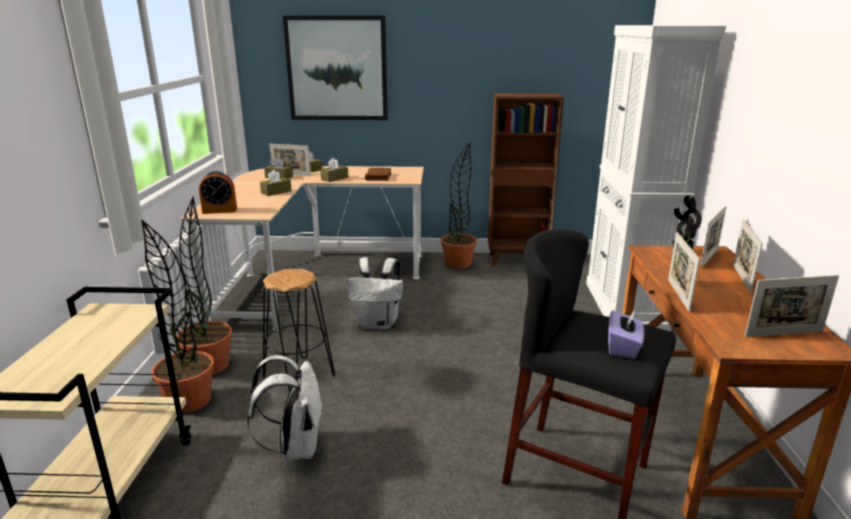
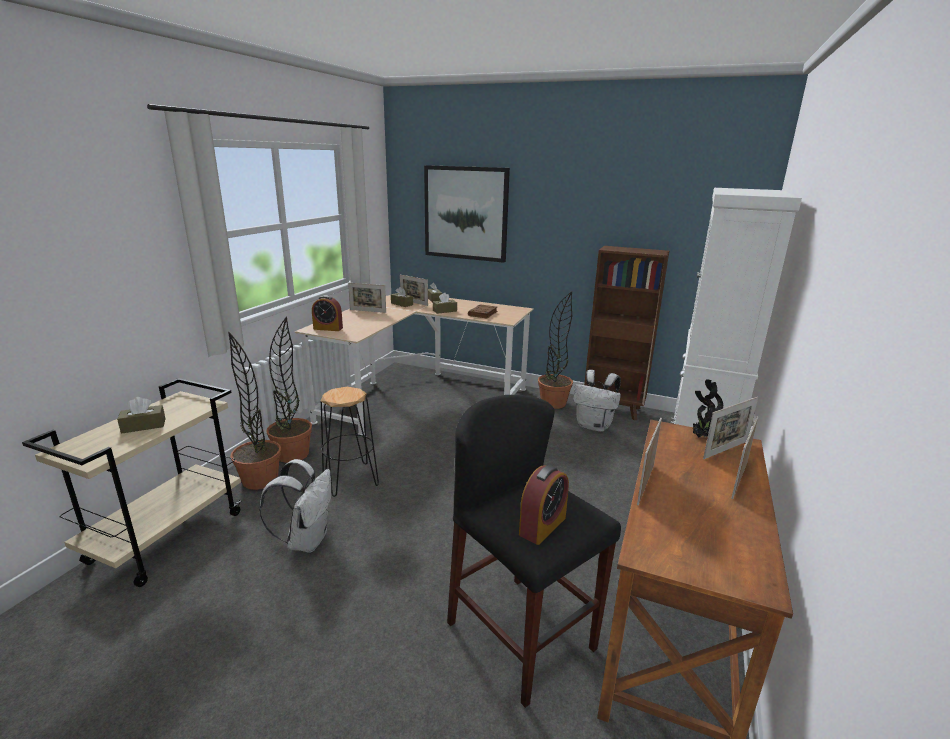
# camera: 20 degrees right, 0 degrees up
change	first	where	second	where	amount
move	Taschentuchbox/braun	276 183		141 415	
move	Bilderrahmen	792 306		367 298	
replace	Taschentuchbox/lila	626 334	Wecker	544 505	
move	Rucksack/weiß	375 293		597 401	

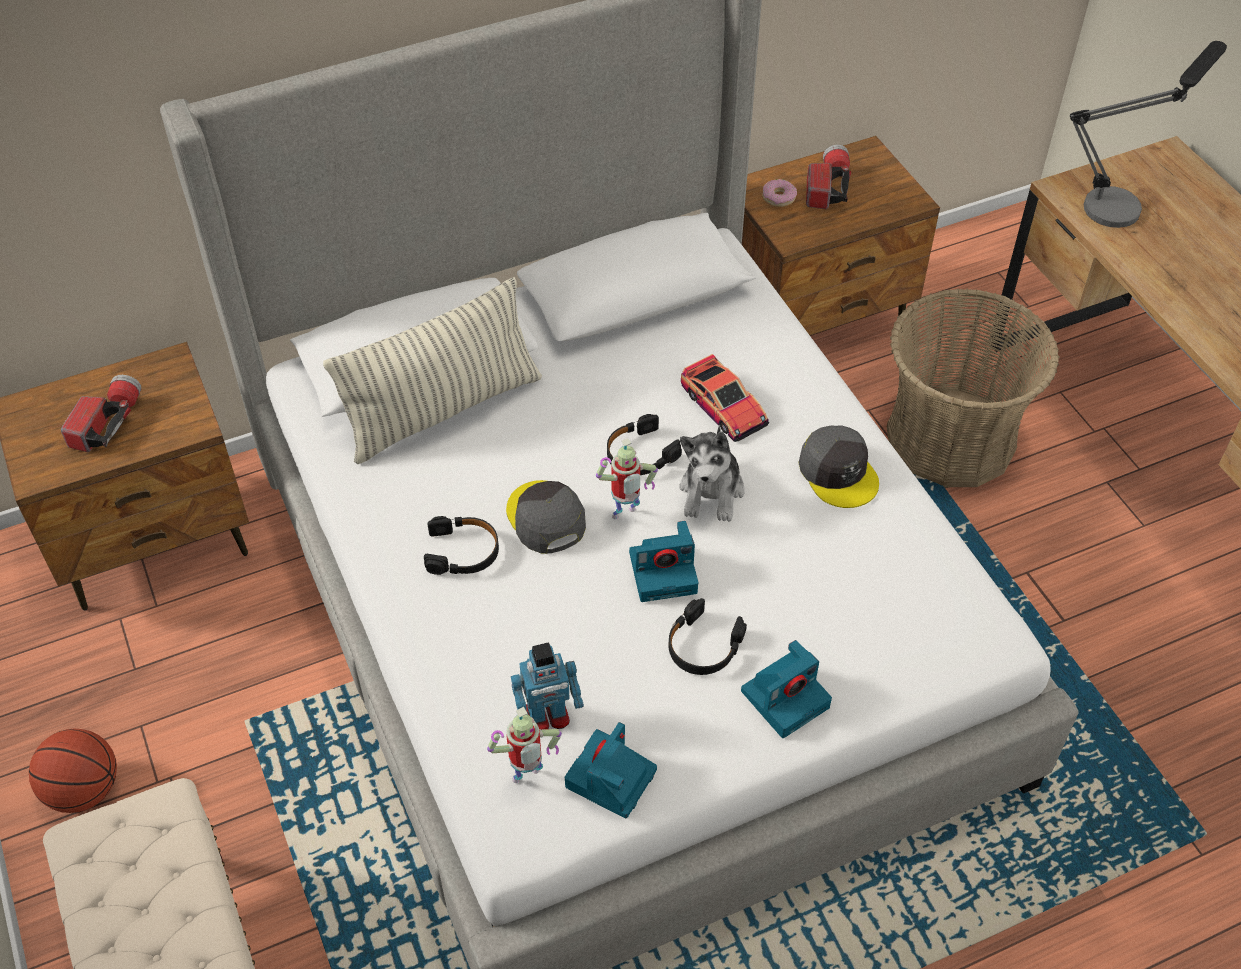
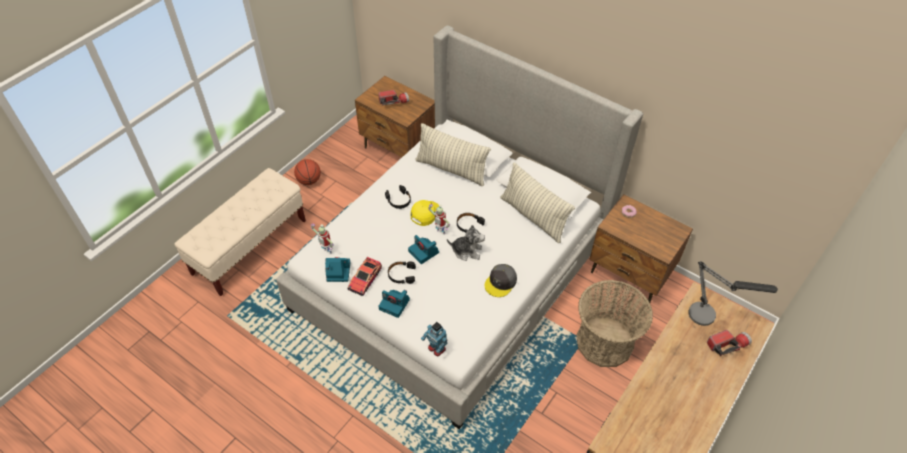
# camera: 60 degrees right, 0 degrees up
change	first	where	second	where	amount
move	Spielzeugauto	725 398		365 276	
recolor	Kappe/grau	546 517	Kappe/gelb	425 213	
move	Spielzeugroboter	547 686		434 339	
rotate	Plüschtier	712 473		466 243	150 degrees counterclockwise
insert			Kissen	538 203	
move	Taschenlampe	828 177		729 343	

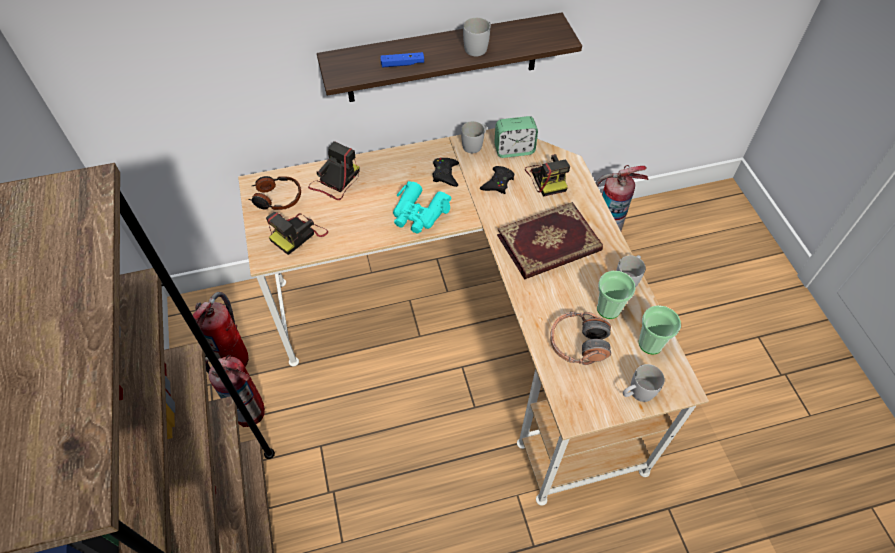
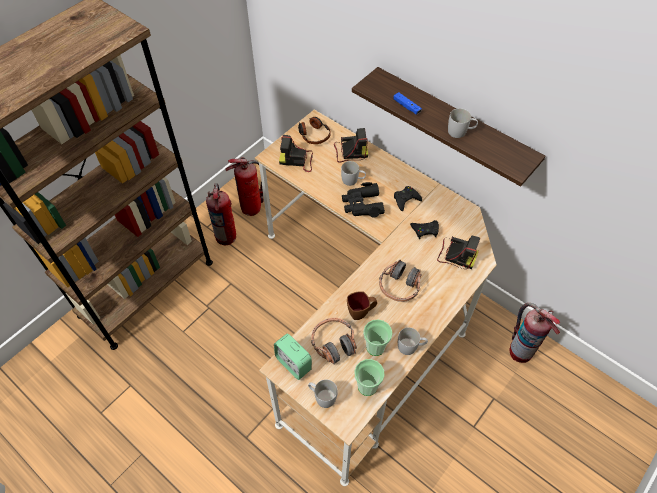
# camera: 55 degrees right, 0 degrees up
change	first	where	second	where	amount
move	Wecker	516 137		293 356	
move	Henkelbecher/weiß	474 137		353 173	
recolor	Fernglas/türkis	422 207	Fernglas/schwarz	363 200	
insert			Henkelbecher/braun	362 305	
replace	Buch	550 240	Kopfhörer	400 281	
rotate	Kamera	547 175		458 252	105 degrees counterclockwise

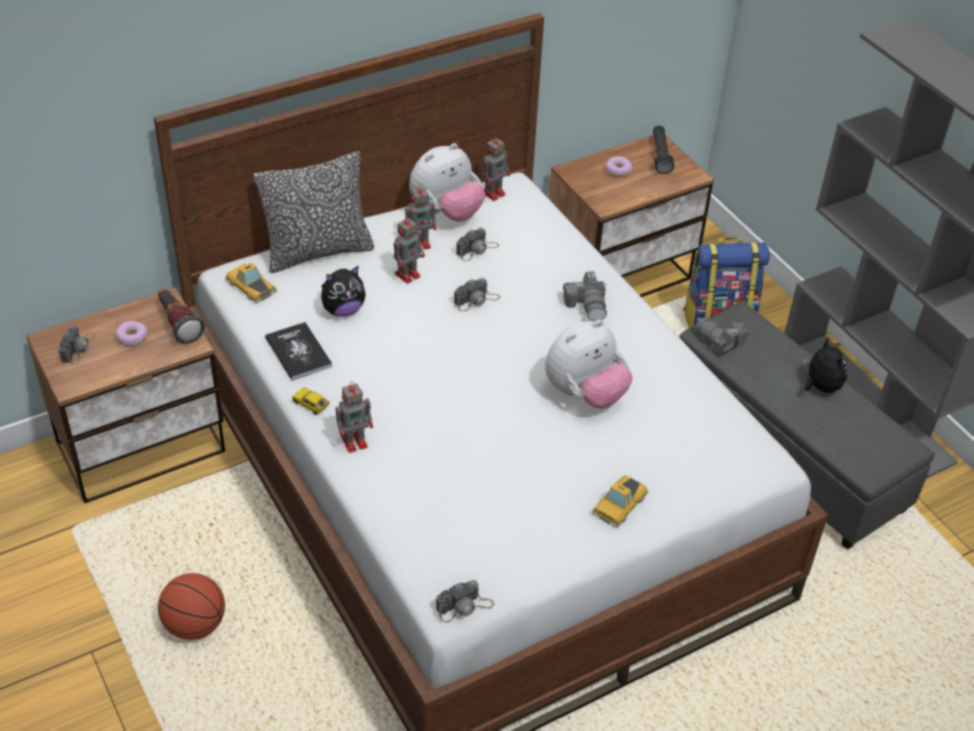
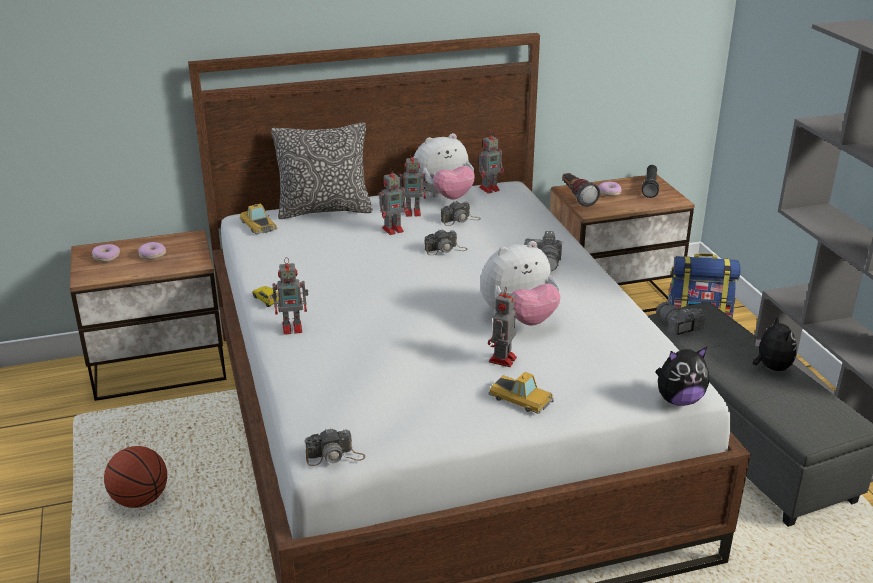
# camera: 15 degrees right, 15 degrees down
change	first	where	second	where	amount
replace	Kamera	77 345	Donut	106 253	
insert			Spielzeugroboter	502 327	
rotate	Spielzeugauto	620 501		521 393	105 degrees counterclockwise
move	Taschenlampe	181 316		581 190	
move	Plüschtier	343 291		682 376	
delete	Buch	298 351			

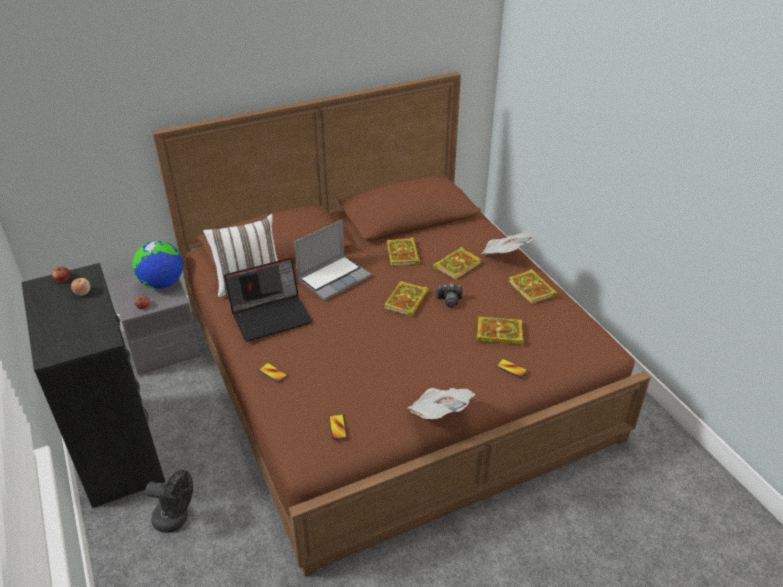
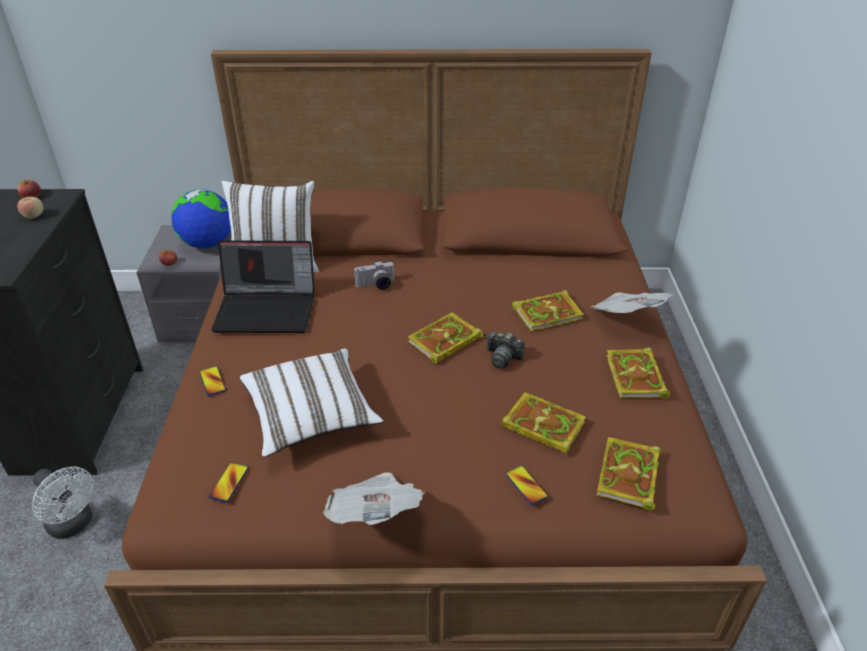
# camera: 25 degrees right, 0 degrees up
change	first	where	second	where	amount
recolor	Ventilator/schwarz	169 501	Ventilator/weiß	63 502	
insert			Kissen/weiß	311 402	
replace	Laptop	332 260	Kamera	374 275	
move	Buch	404 251		629 473	

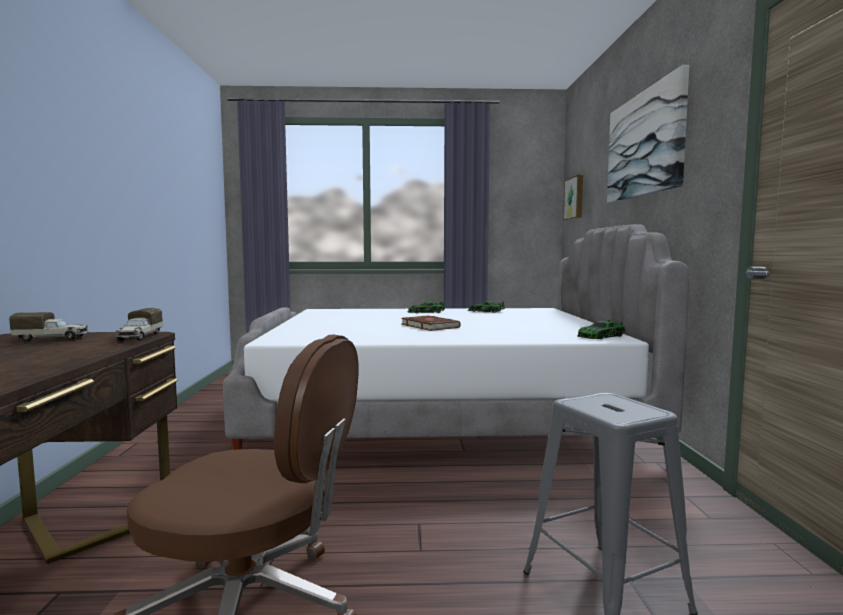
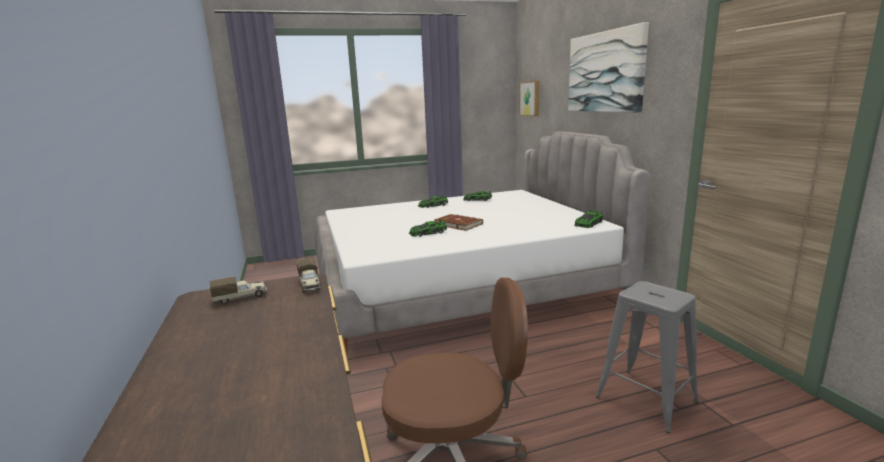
# camera: 15 degrees left, 10 degrees up
change	first	where	second	where	amount
insert			Spielzeugauto	428 228	

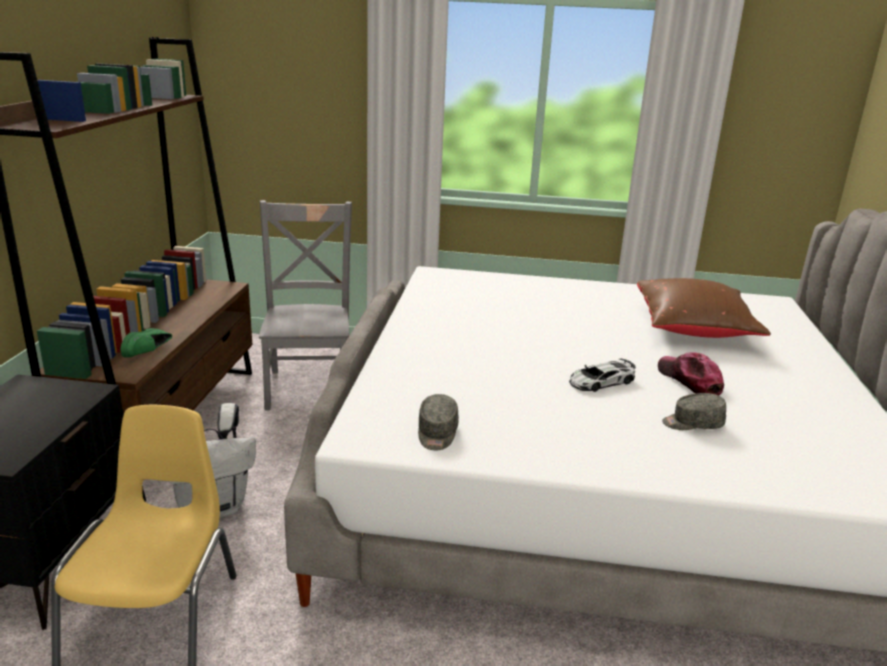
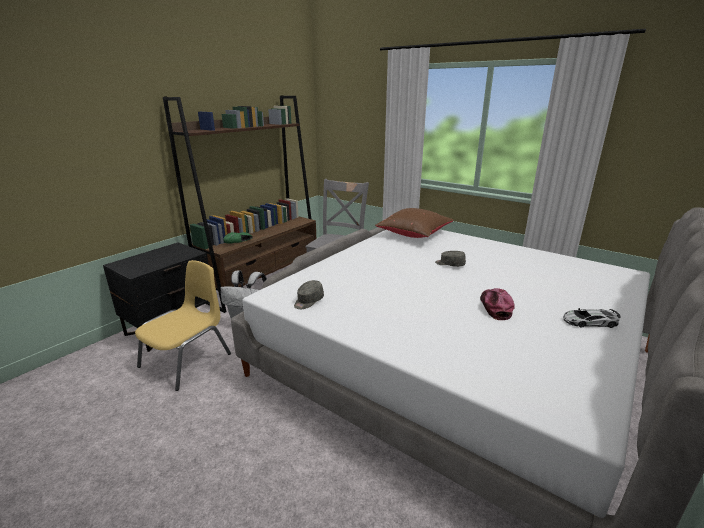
# camera: 30 degrees right, 0 degrees up
change	first	where	second	where	amount
move	Kissen/braun	704 308		414 223	
move	Kappe/grau	694 411		450 259	
move	Spielzeugauto	602 375		592 318	

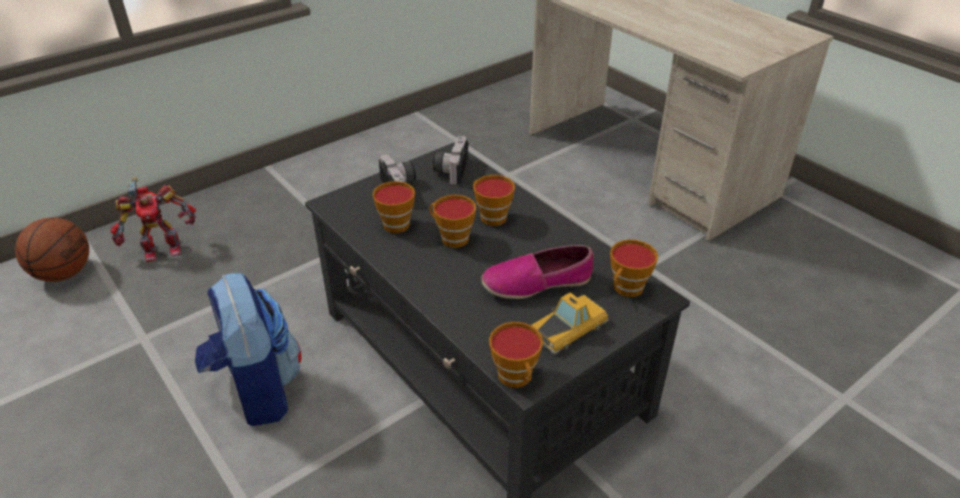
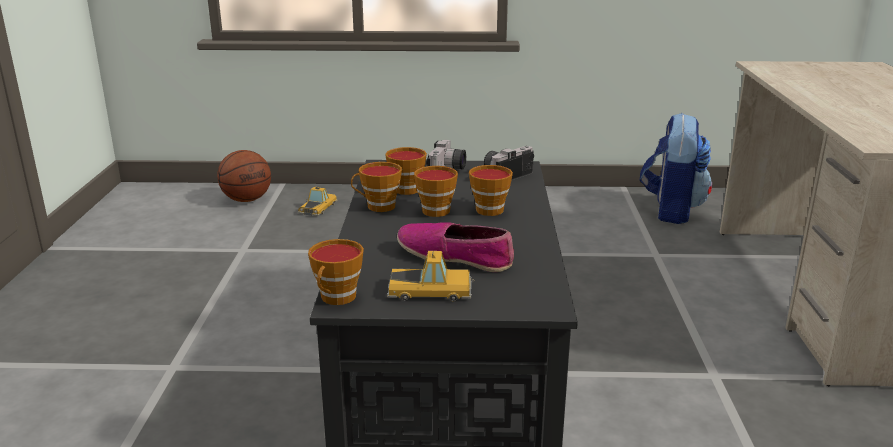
# camera: 40 degrees right, 15 degrees down
change	first	where	second	where	amount
replace	Spielzeugroboter	153 219	Spielzeugauto	317 201	
move	Tasse	634 268		376 187	
move	Rucksack	248 349		676 168	

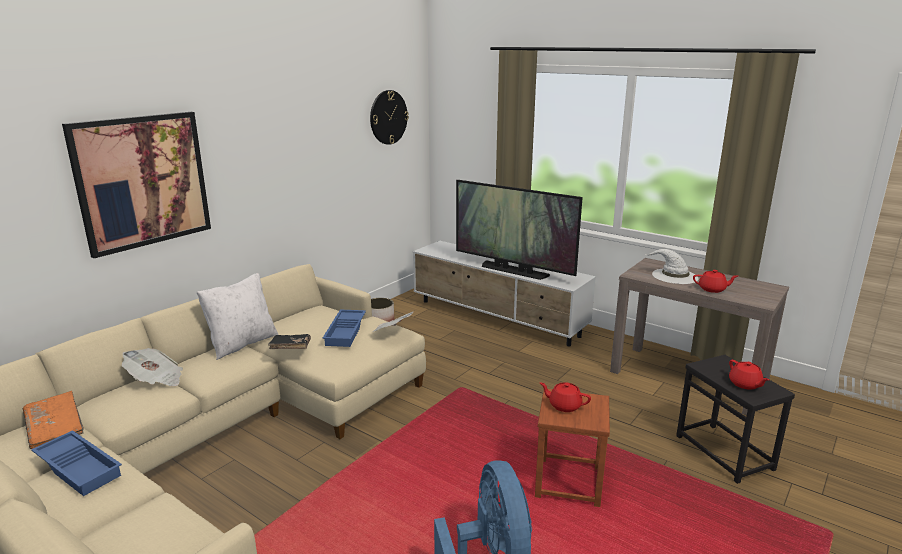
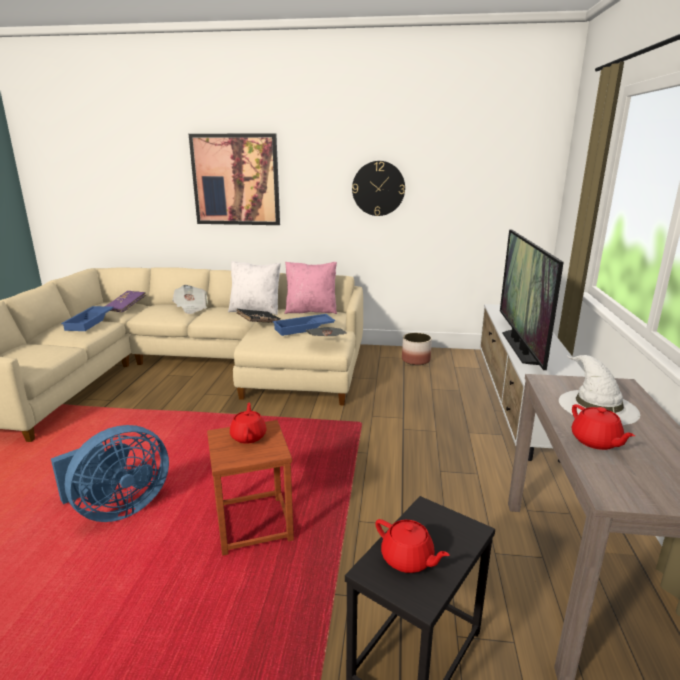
# camera: 60 degrees right, 0 degrees up
change	first	where	second	where	amount
recolor	Buch/orange	53 420	Buch/lila	126 302	
insert			Kissen/rosa	310 287	
move	Wanduhr	389 117		378 188	
rotate	Teekanne/rot	749 375		413 546	90 degrees counterclockwise

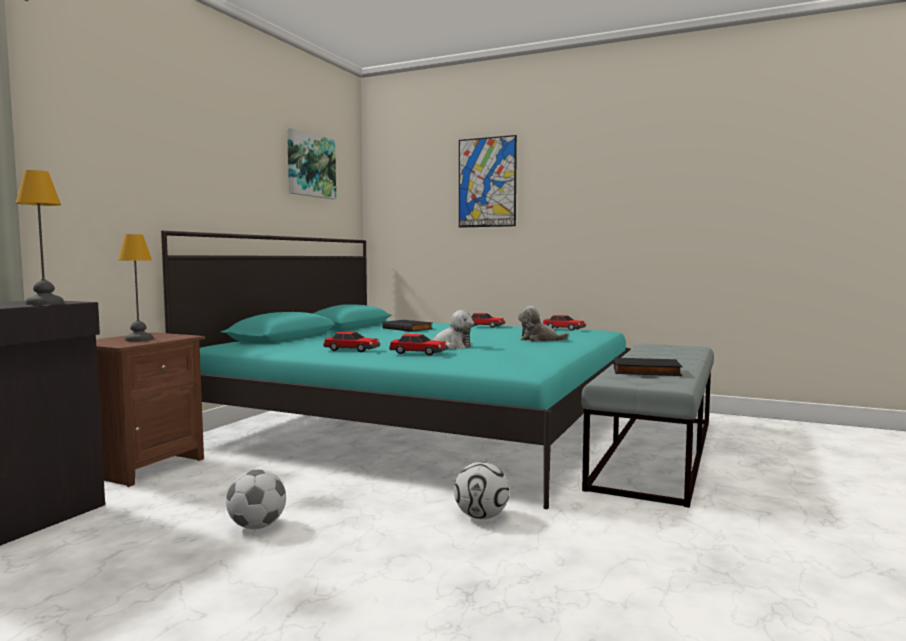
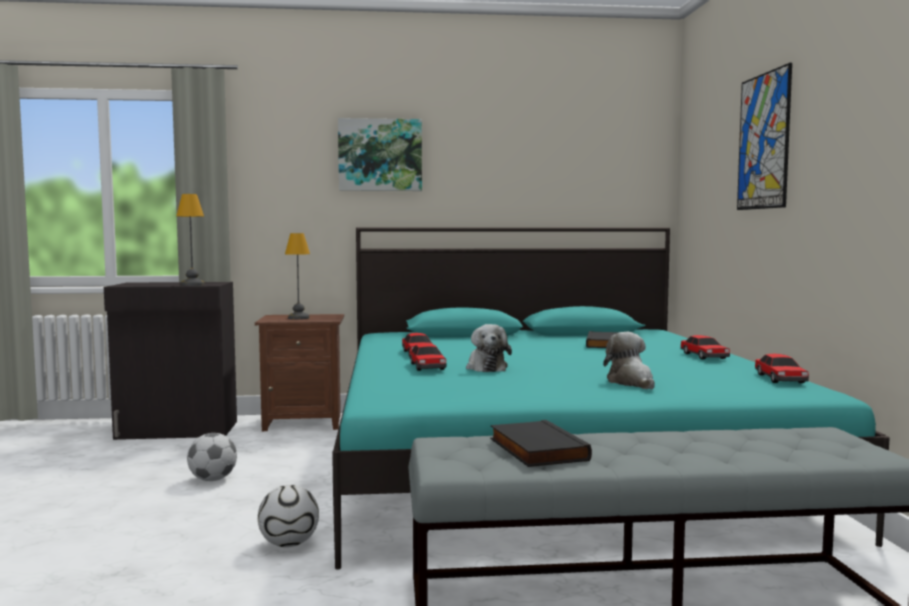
# camera: 60 degrees right, 0 degrees up
change	first	where	second	where	amount
move	Bild	311 163		380 154	

